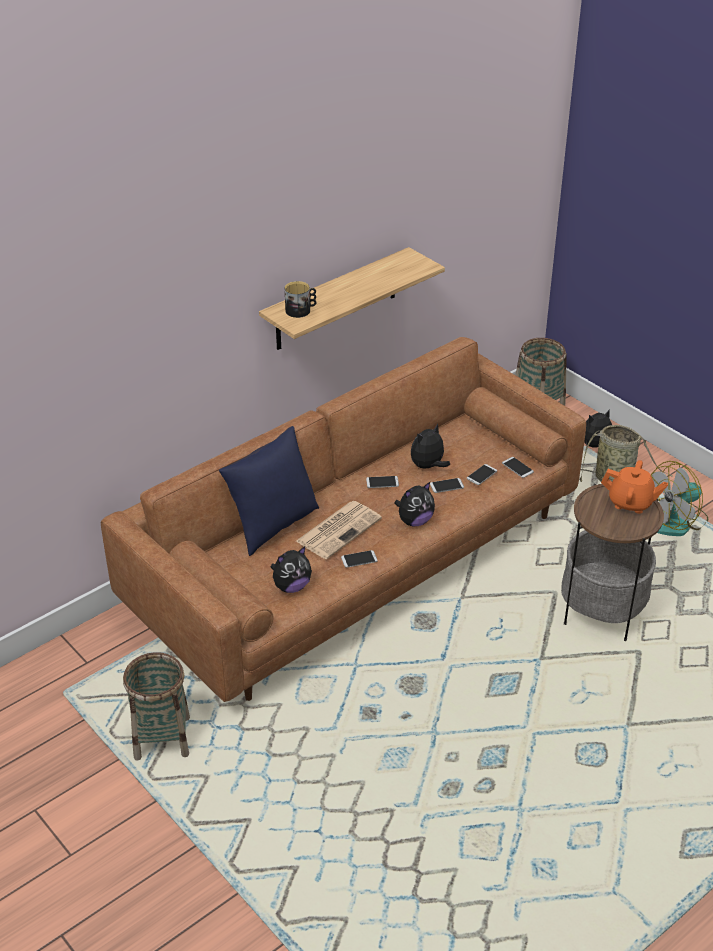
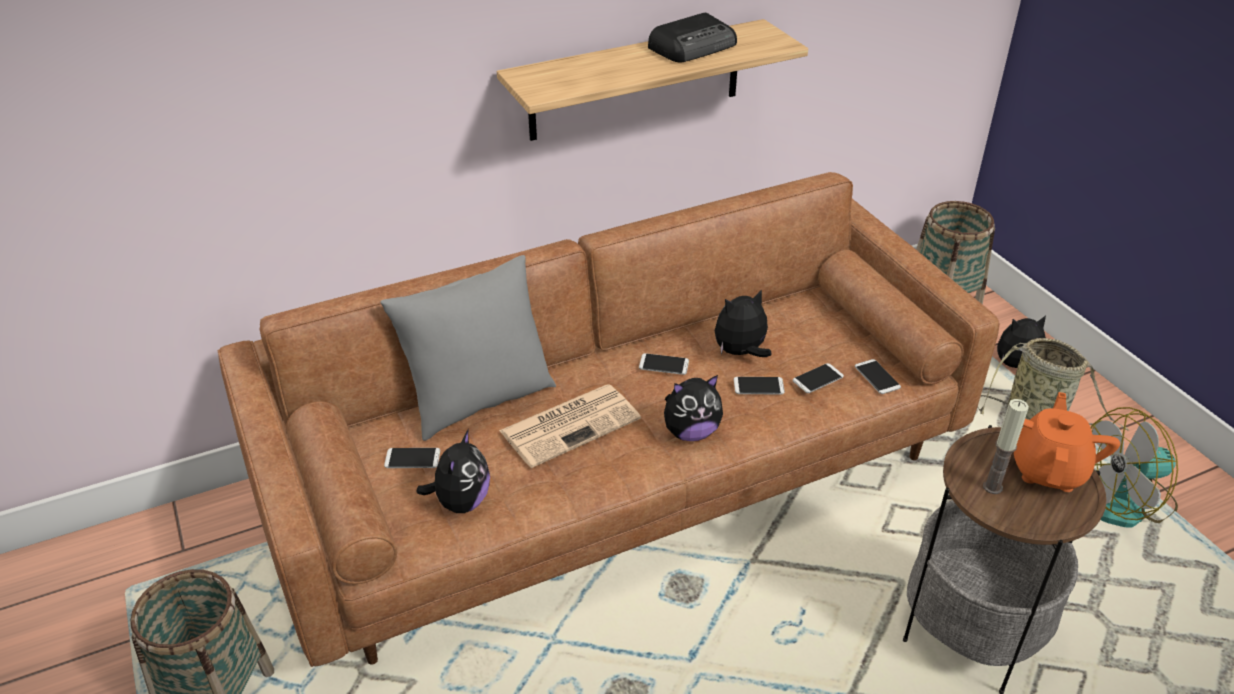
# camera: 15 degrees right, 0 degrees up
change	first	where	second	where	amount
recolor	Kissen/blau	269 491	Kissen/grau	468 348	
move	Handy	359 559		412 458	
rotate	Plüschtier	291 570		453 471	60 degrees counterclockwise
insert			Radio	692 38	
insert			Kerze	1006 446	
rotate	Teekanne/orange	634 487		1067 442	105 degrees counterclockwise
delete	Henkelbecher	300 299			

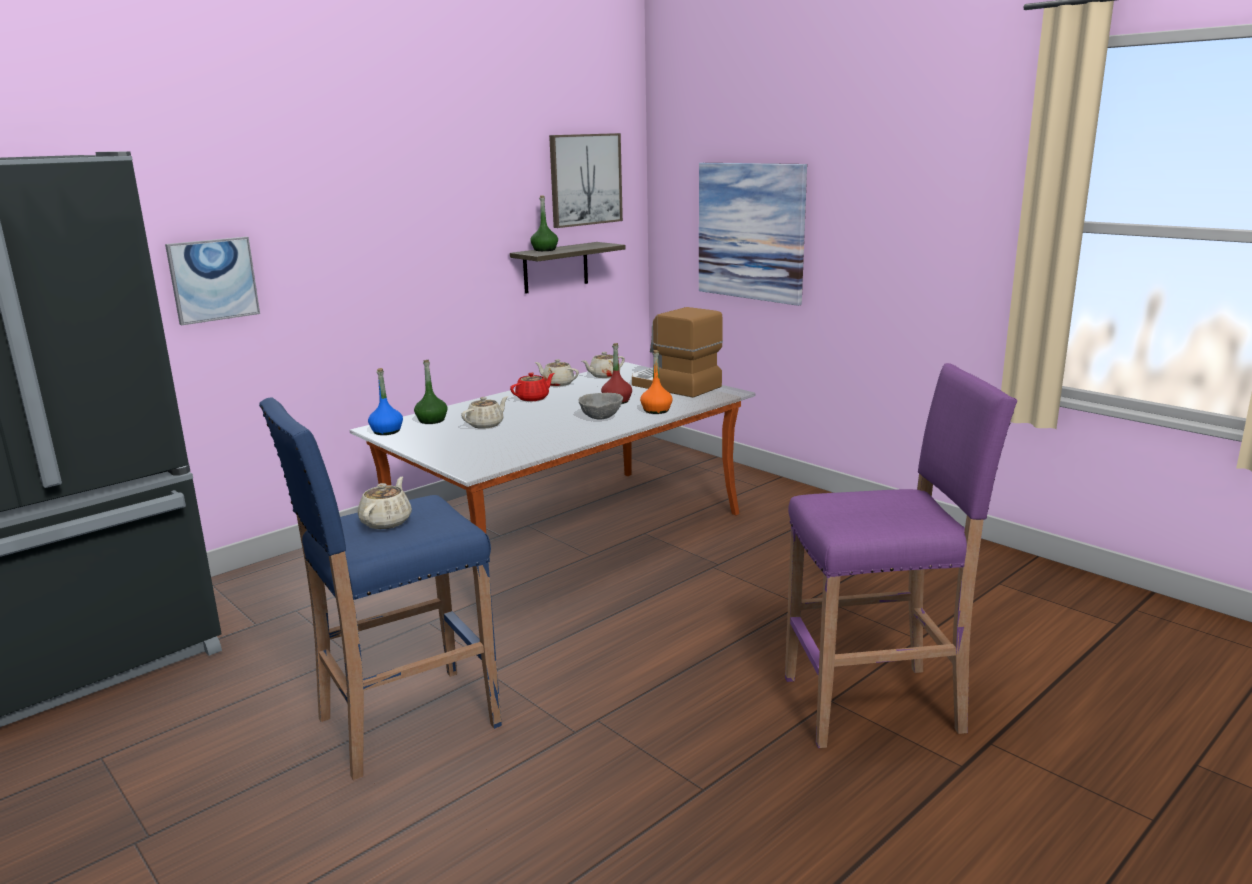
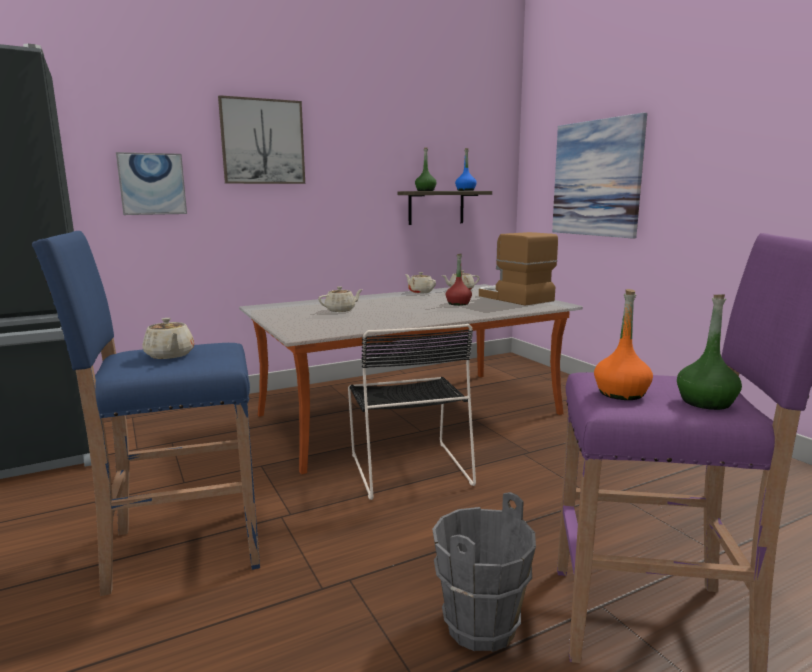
# camera: 15 degrees right, 5 degrees down
change	first	where	second	where	amount
rotate	Teekanne/beige	385 502		168 338	120 degrees clockwise
move	Bild	586 180		261 139	
insert			Stuhl/schwarz	412 412	
insert			Eimer/grau	484 572	
move	Flasche/blau	385 401		466 169	
move	Flasche/orange	656 382		623 344	
move	Flasche/grün	431 392		709 352	
delete	Teekanne/rot	532 387			
delete	Schüssel/grau	601 406			

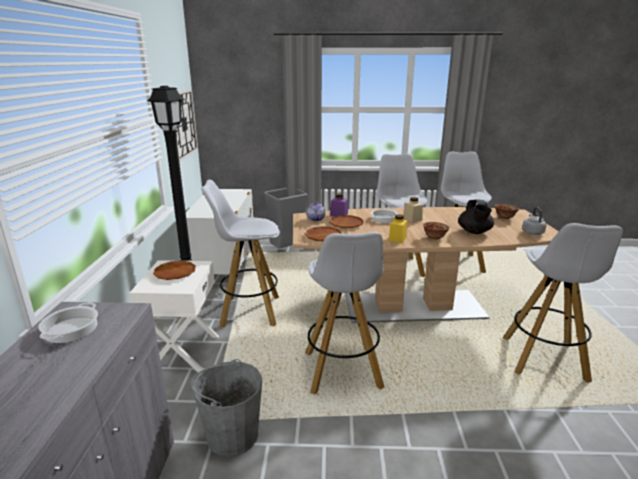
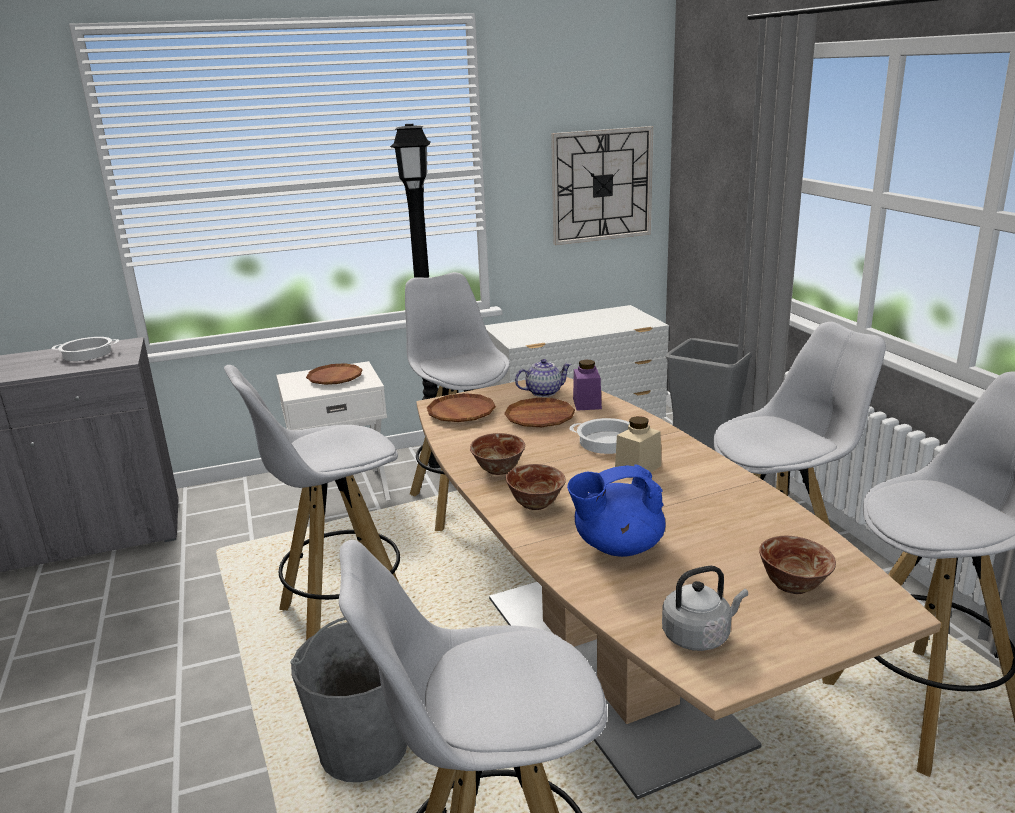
# camera: 70 degrees right, 0 degrees up
change	first	where	second	where	amount
move	Eimer/grau	226 408		348 699	
replace	Vorratsglas/gelb	398 228	Schüssel	497 454	
recolor	Teekanne/schwarz	476 217	Teekanne/blau	616 510	

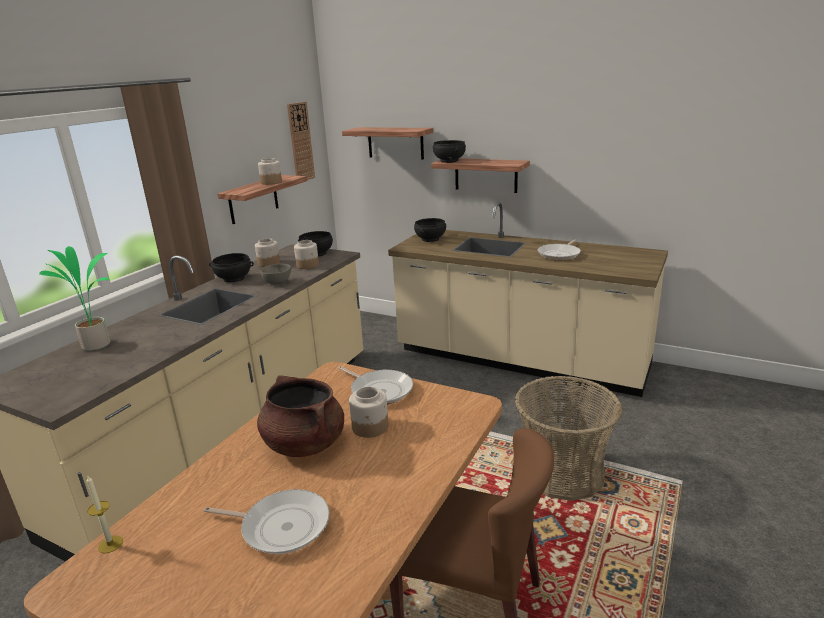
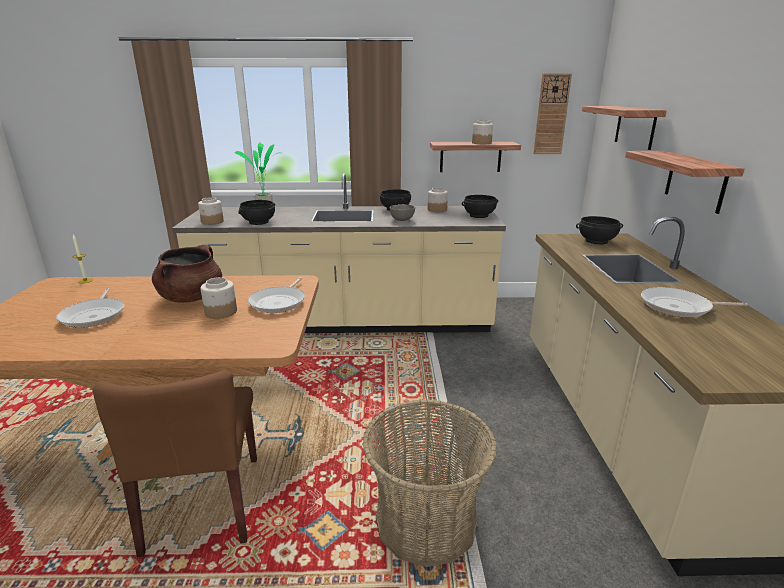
# camera: 60 degrees right, 0 degrees up
change	first	where	second	where	amount
move	Vorratsglas	306 254		211 211	
move	Schüssel/schwarz	449 151		256 212	

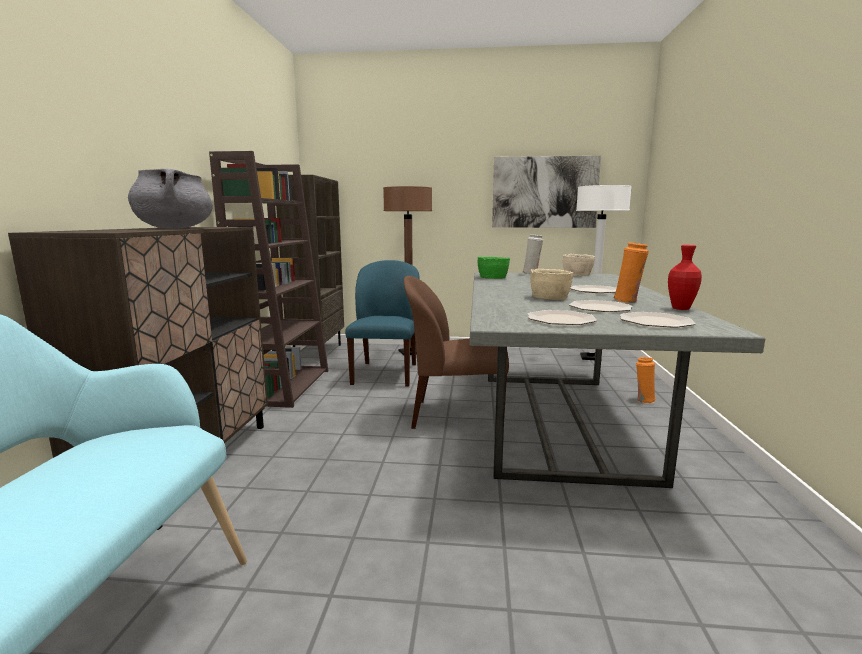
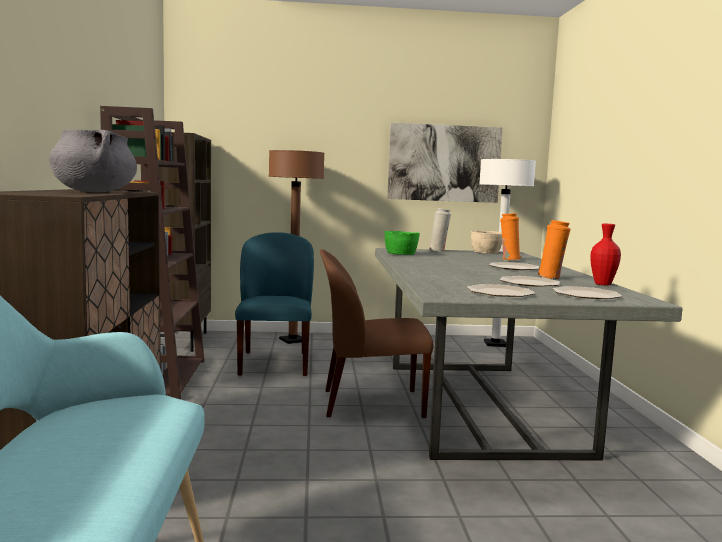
# camera: 10 degrees left, 5 degrees down
change	first	where	second	where	amount
move	Vase/orange	646 380		510 236	
delete	Schüssel/beige	551 284			

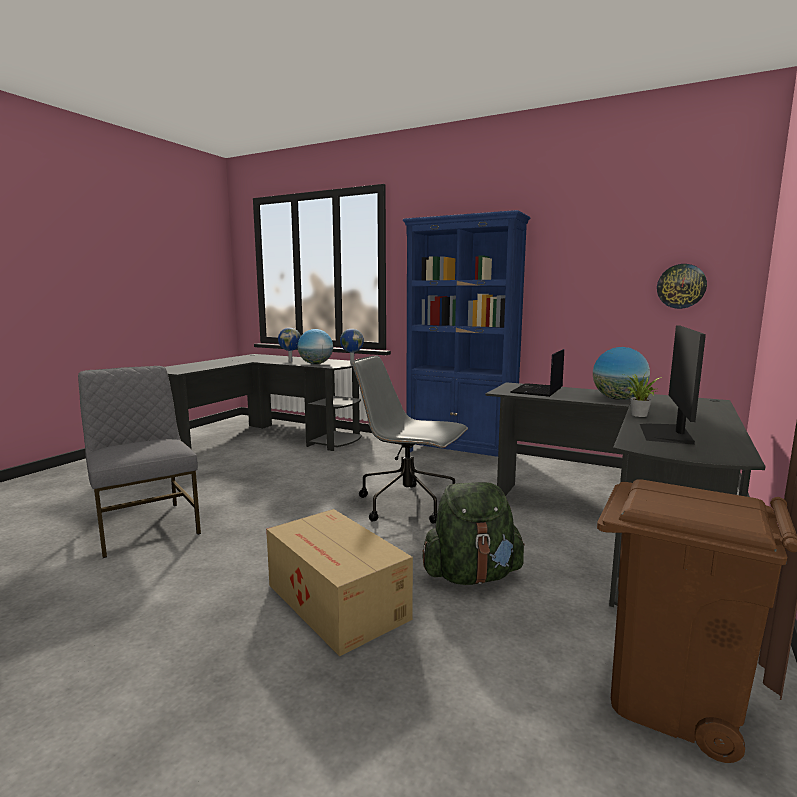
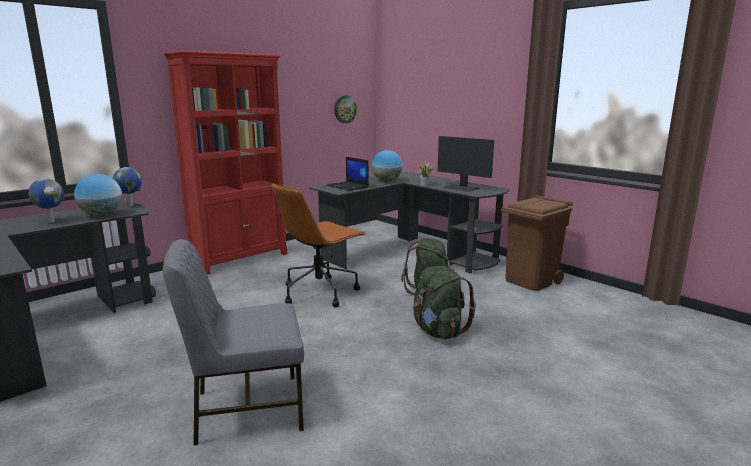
# camera: 70 degrees left, 5 degrees up
change	first	where	second	where	amount
recolor	Bücherregal/blau	466 333	Bücherregal/rot	225 162	
recolor	Bürostuhl/grau	410 440	Bürostuhl/braun	319 245	
replace	Karton	339 582	Rucksack/grün	444 302	

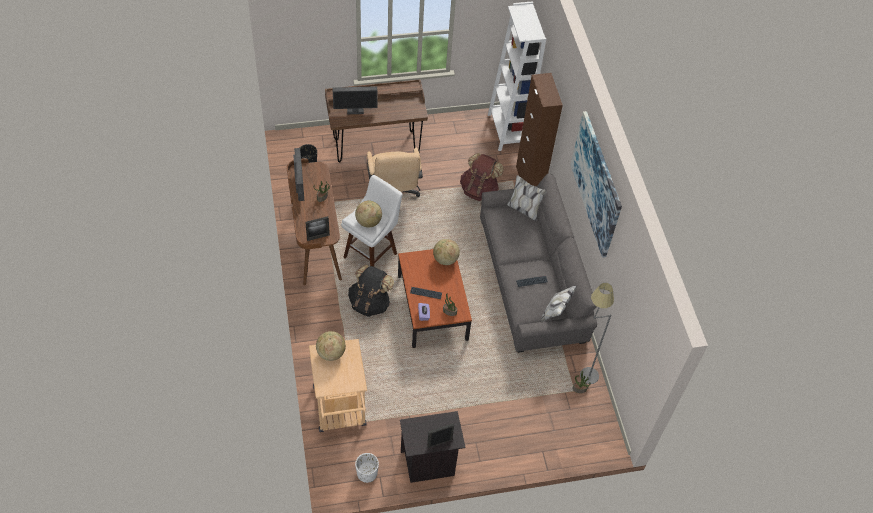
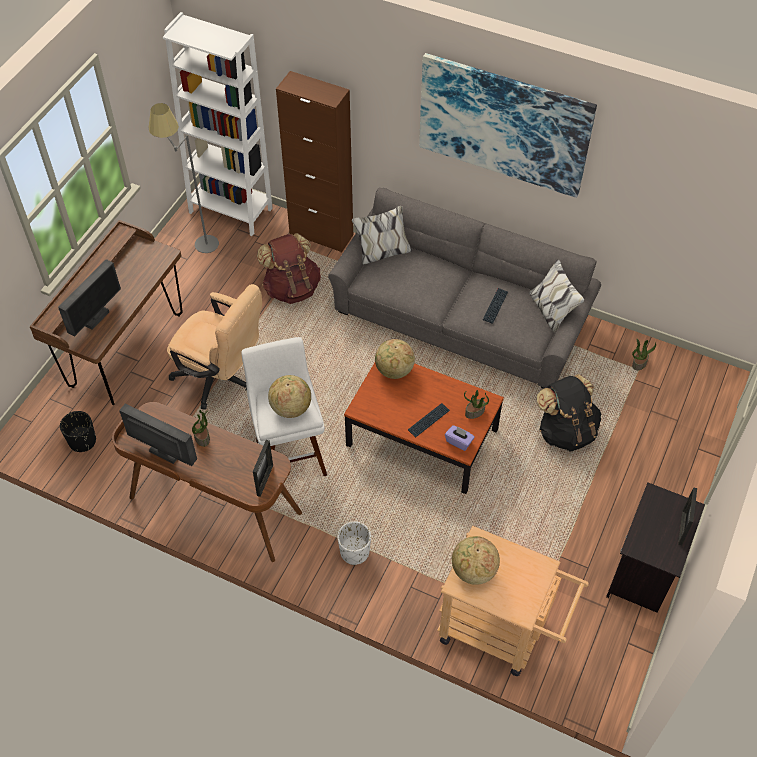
# camera: 50 degrees left, 0 degrees up
change	first	where	second	where	amount
move	Stehlampe/grau	597 333		184 178	
move	Pflanzkübel/weiß	367 468		354 543	
move	Rucksack/schwarz	371 291		569 412	

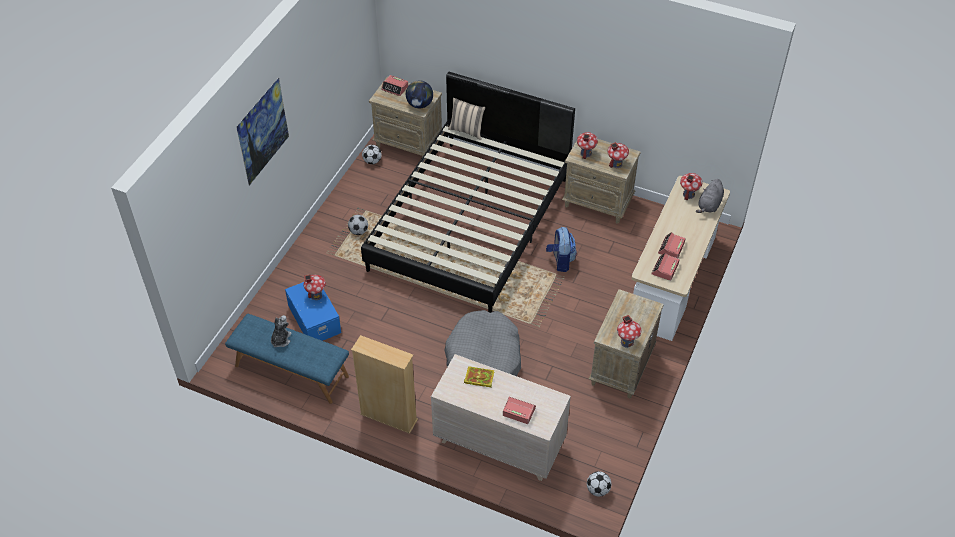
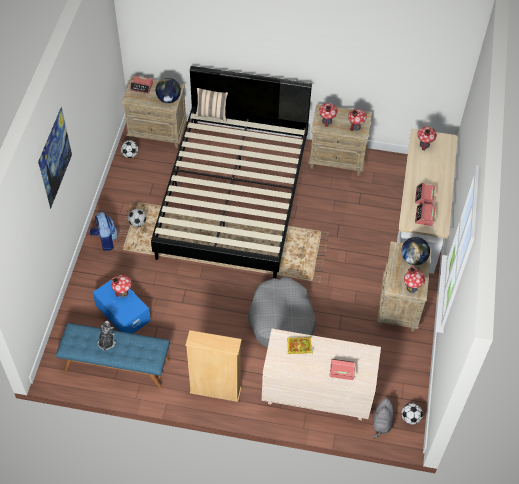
# camera: 15 degrees left, 5 degrees up
change	first	where	second	where	amount
move	Rucksack	561 249		104 231	
move	Plüschtier/grau	710 196		383 418	
insert			Globus	415 251	

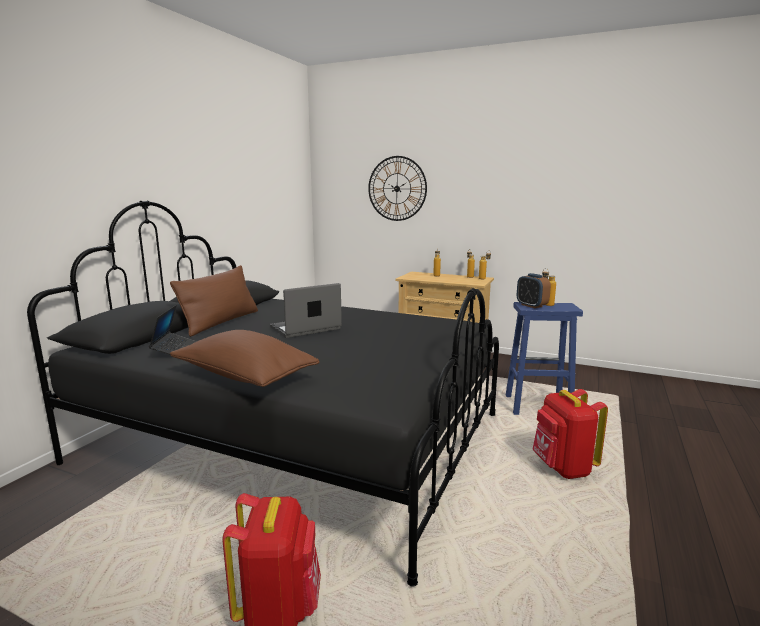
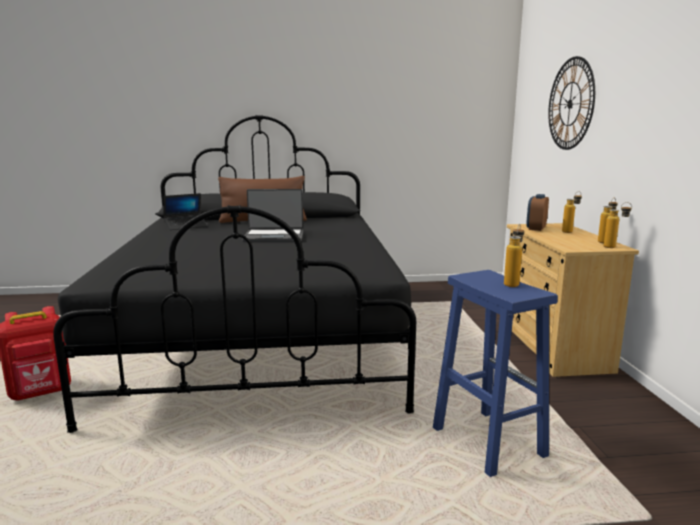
# camera: 60 degrees right, 0 degrees up
change	first	where	second	where	amount
rotate	Laptop	306 310		272 215	150 degrees clockwise
move	Wecker	534 290		537 212	
delete	Kissen/braun	245 358			
delete	Rucksack/rot	570 434			

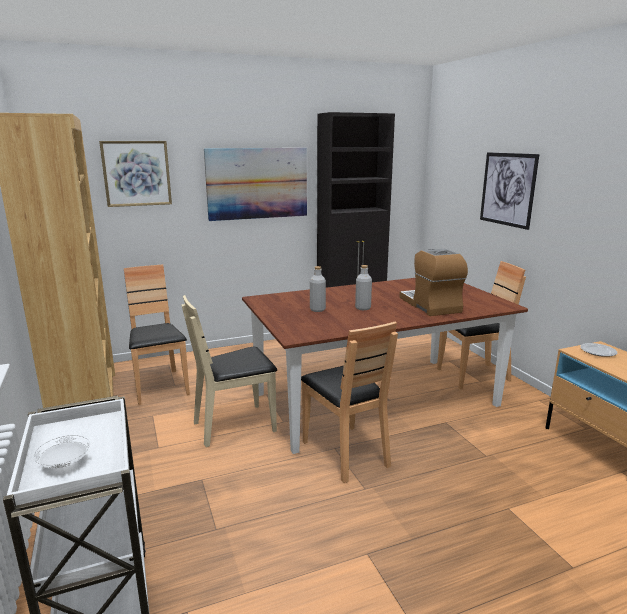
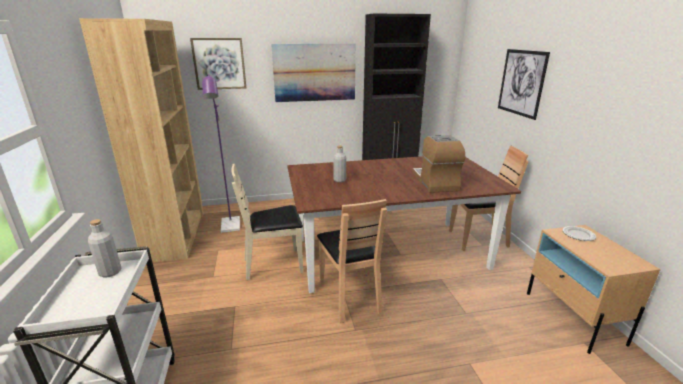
# camera: 10 degrees right, 5 degrees up
change	first	where	second	where	amount
move	Flasche/grau	363 287		104 248	
replace	Stuhl/braun	157 335	Stehlampe/lila	221 153	
delete	Teller/weiß	61 451			

